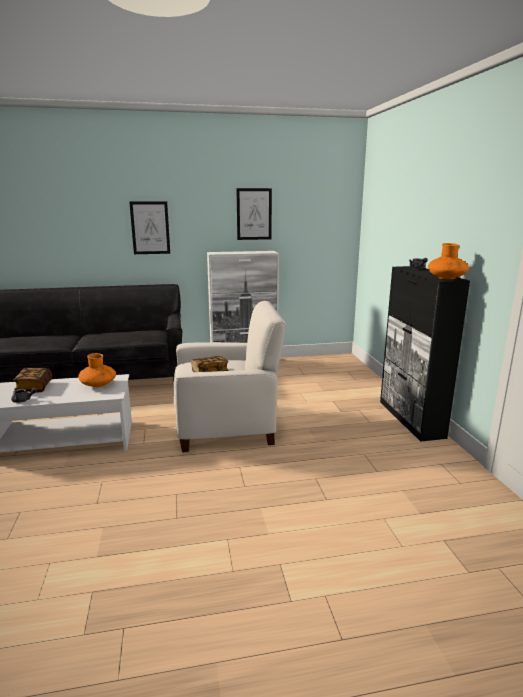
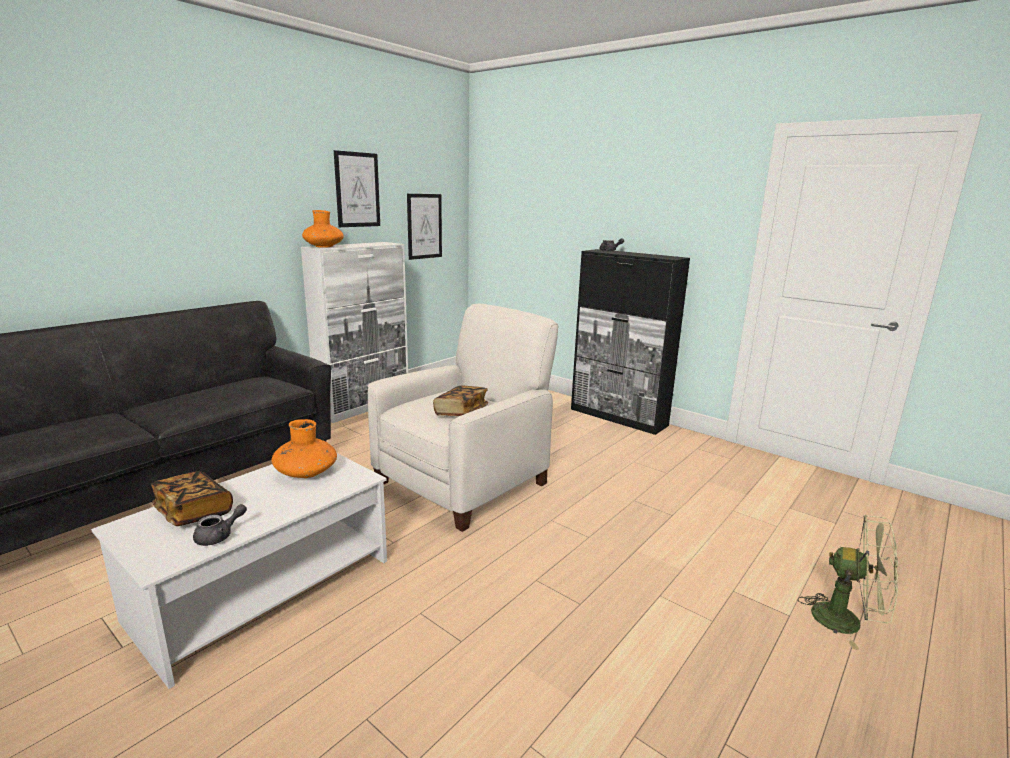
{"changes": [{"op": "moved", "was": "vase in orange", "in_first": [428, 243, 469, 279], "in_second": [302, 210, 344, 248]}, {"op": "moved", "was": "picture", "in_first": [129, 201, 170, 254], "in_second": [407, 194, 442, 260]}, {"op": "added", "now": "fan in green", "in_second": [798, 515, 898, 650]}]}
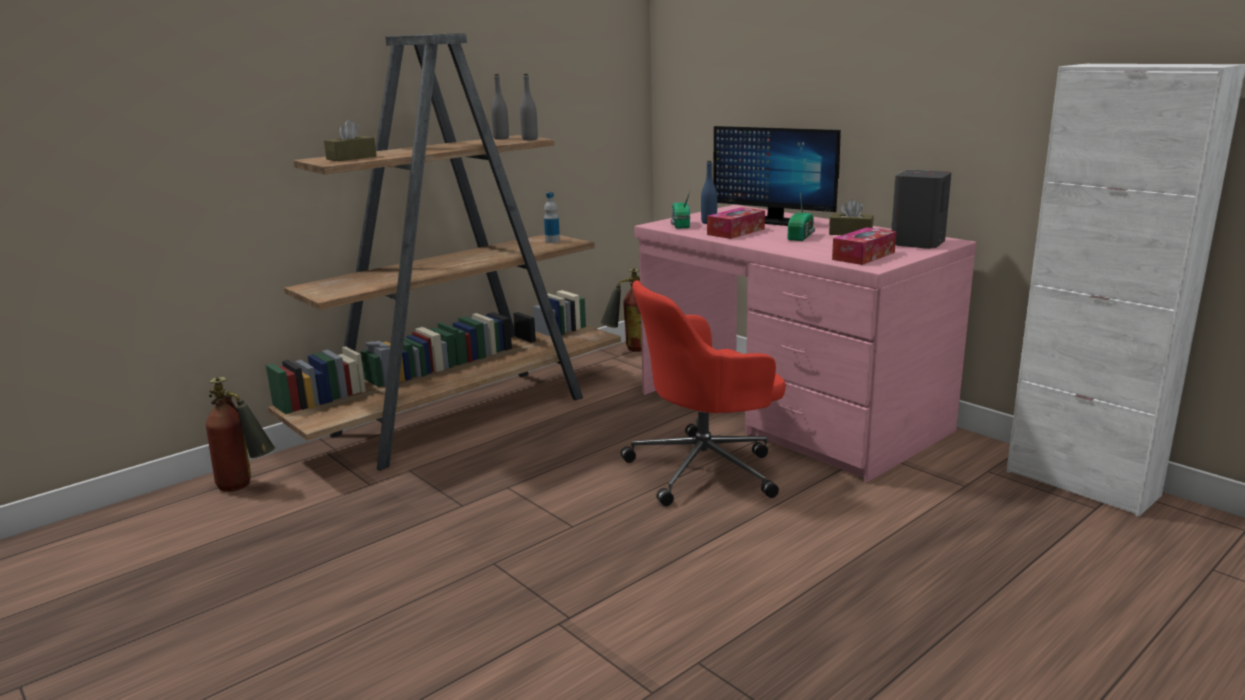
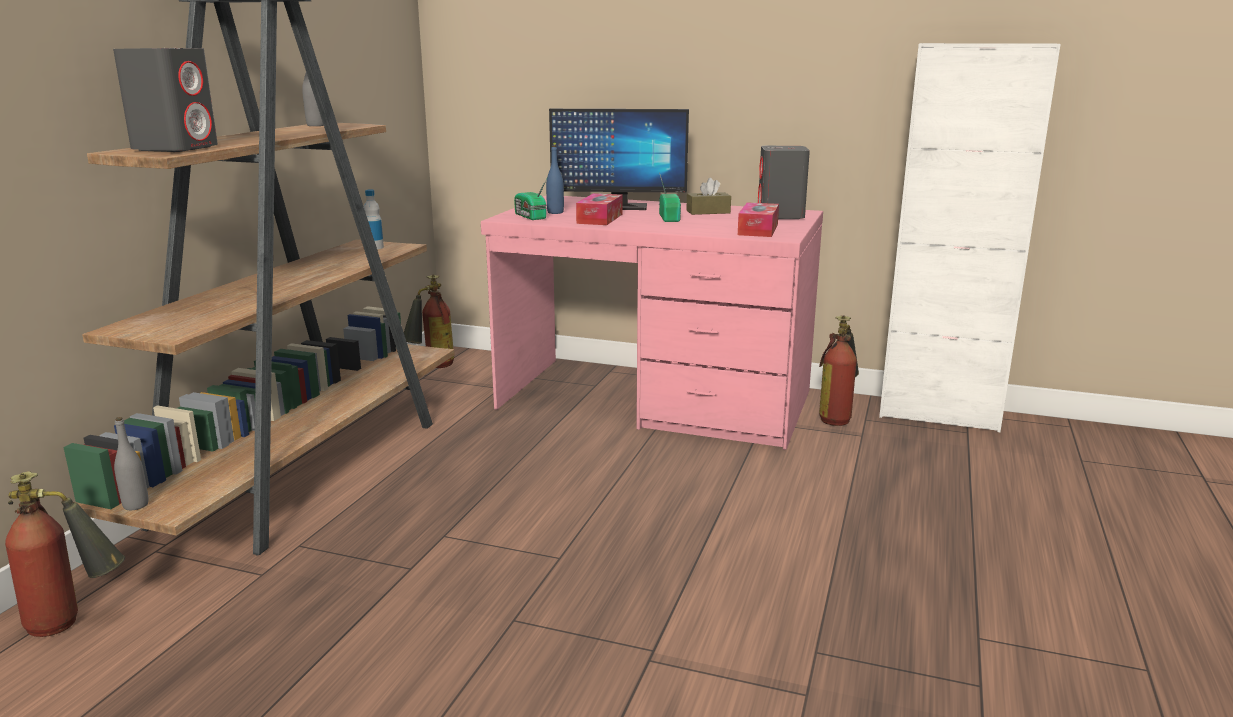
{"changes": [{"op": "replaced", "was": "tissue box in brown", "now": "speaker in grey", "in_first": [324, 120, 377, 161], "in_second": [113, 48, 218, 152]}, {"op": "moved", "was": "bottle in grey", "in_first": [520, 74, 538, 140], "in_second": [114, 417, 149, 510]}, {"op": "added", "now": "fire extinguisher", "in_second": [819, 316, 859, 426]}, {"op": "removed", "was": "office chair in red", "in_first": [620, 280, 786, 506]}]}
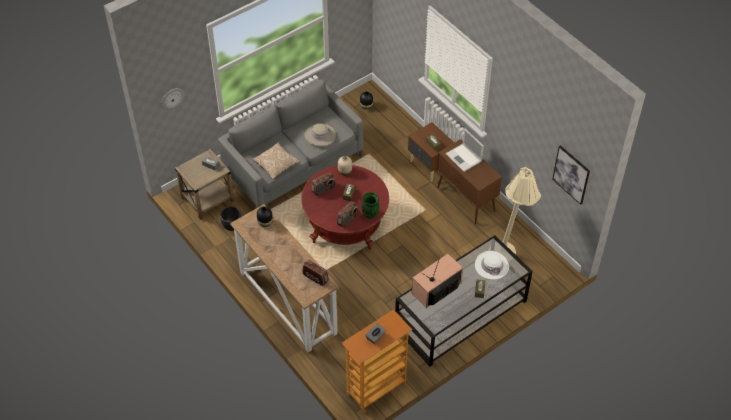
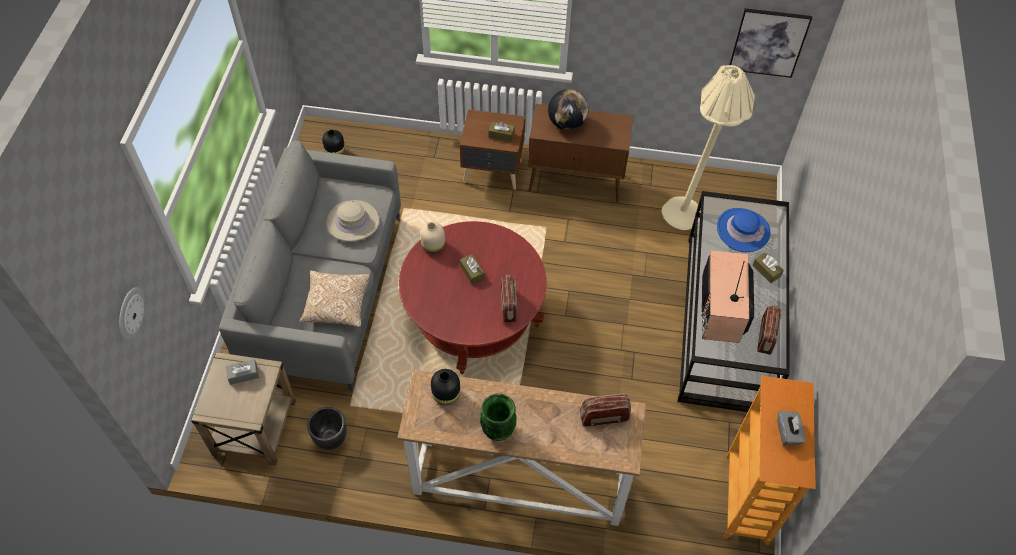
{"changes": [{"op": "moved", "was": "vase in green", "in_first": [362, 192, 380, 219], "in_second": [480, 394, 516, 441]}, {"op": "replaced", "was": "laptop", "now": "globe", "in_first": [445, 129, 484, 172], "in_second": [548, 89, 589, 130]}, {"op": "recoloured", "was": "hat in white", "now": "hat in blue", "in_first": [475, 251, 509, 280], "in_second": [717, 208, 770, 252]}, {"op": "moved", "was": "radio", "in_first": [311, 173, 336, 196], "in_second": [757, 305, 782, 355]}]}
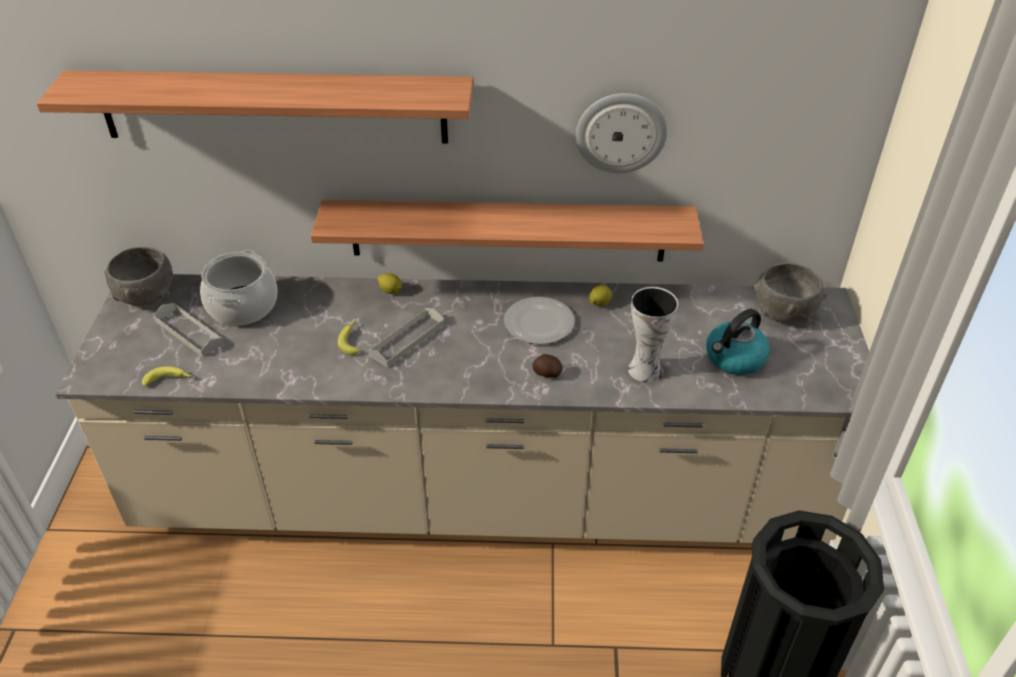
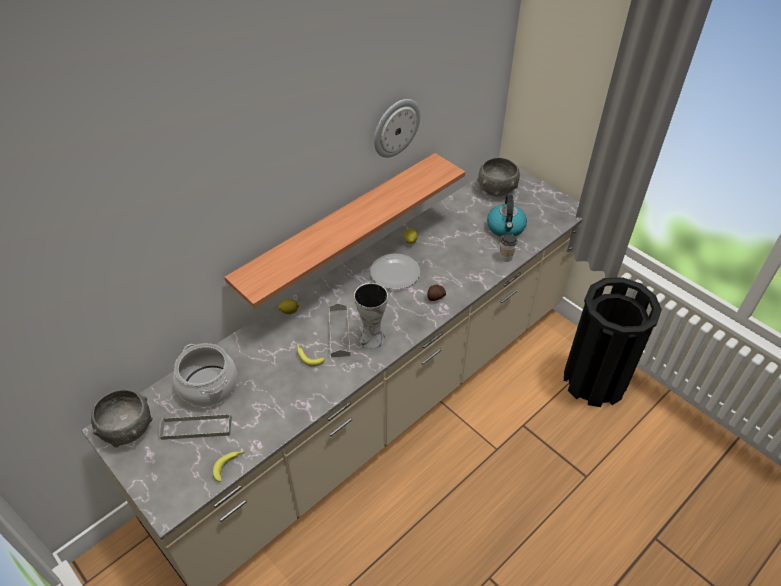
{"changes": [{"op": "moved", "was": "vase", "in_first": [628, 287, 678, 382], "in_second": [354, 283, 388, 349]}, {"op": "added", "now": "cup", "in_second": [500, 234, 517, 262]}, {"op": "removed", "was": "shelf", "in_first": [36, 70, 473, 143]}]}
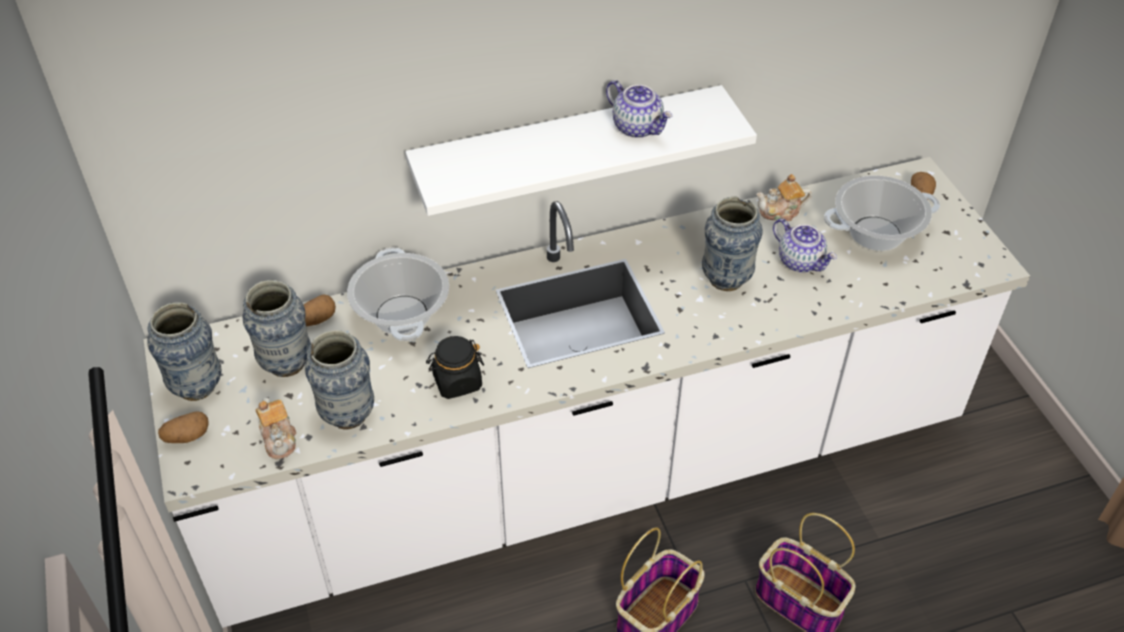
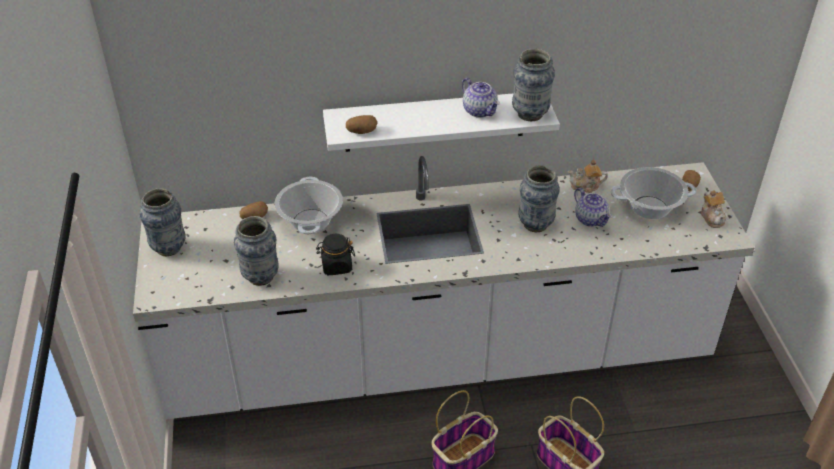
{"changes": [{"op": "moved", "was": "potato", "in_first": [158, 411, 209, 443], "in_second": [346, 115, 377, 134]}, {"op": "moved", "was": "vase", "in_first": [243, 280, 311, 377], "in_second": [512, 49, 555, 121]}, {"op": "moved", "was": "teapot", "in_first": [256, 397, 296, 459], "in_second": [701, 190, 726, 228]}]}
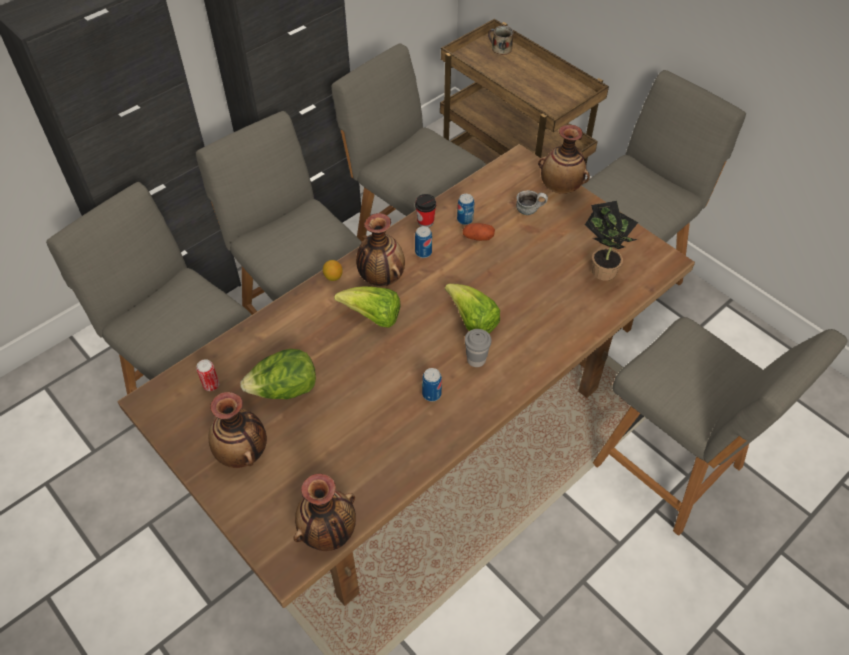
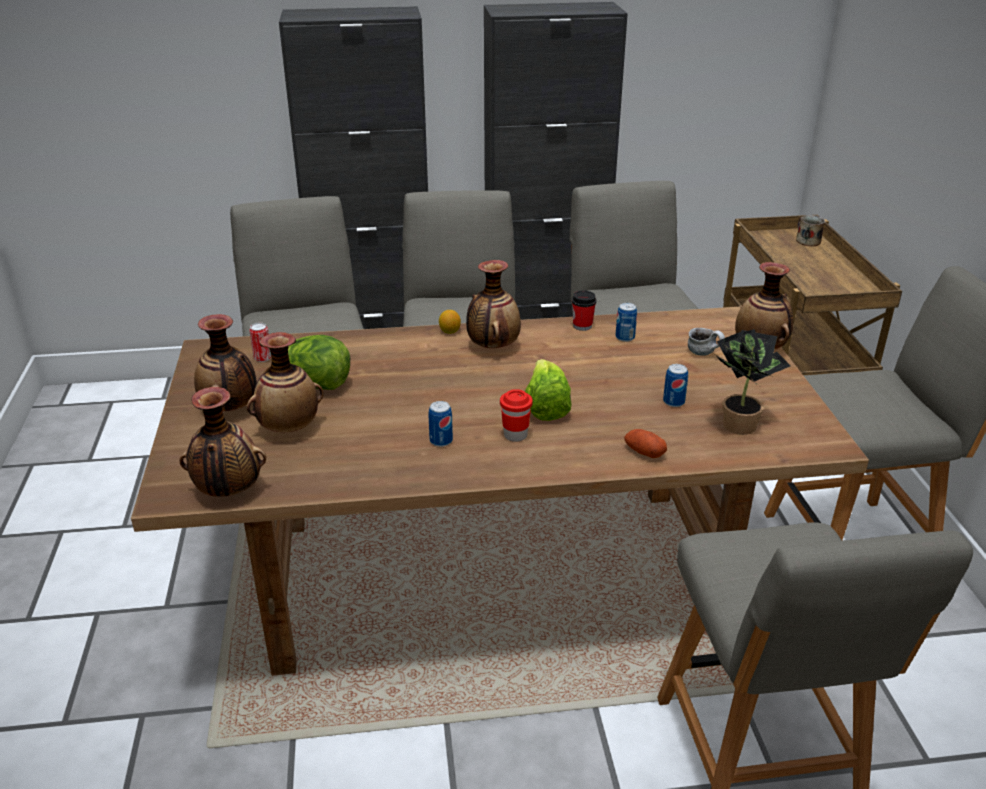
{"changes": [{"op": "added", "now": "vase", "in_second": [247, 332, 324, 432]}, {"op": "recoloured", "was": "cup in grey", "now": "cup in red", "in_first": [465, 329, 492, 367], "in_second": [500, 389, 533, 442]}, {"op": "moved", "was": "potato", "in_first": [463, 223, 495, 241], "in_second": [624, 429, 667, 458]}, {"op": "moved", "was": "can", "in_first": [415, 226, 432, 258], "in_second": [663, 364, 688, 407]}, {"op": "removed", "was": "lettuce", "in_first": [334, 286, 401, 328]}]}
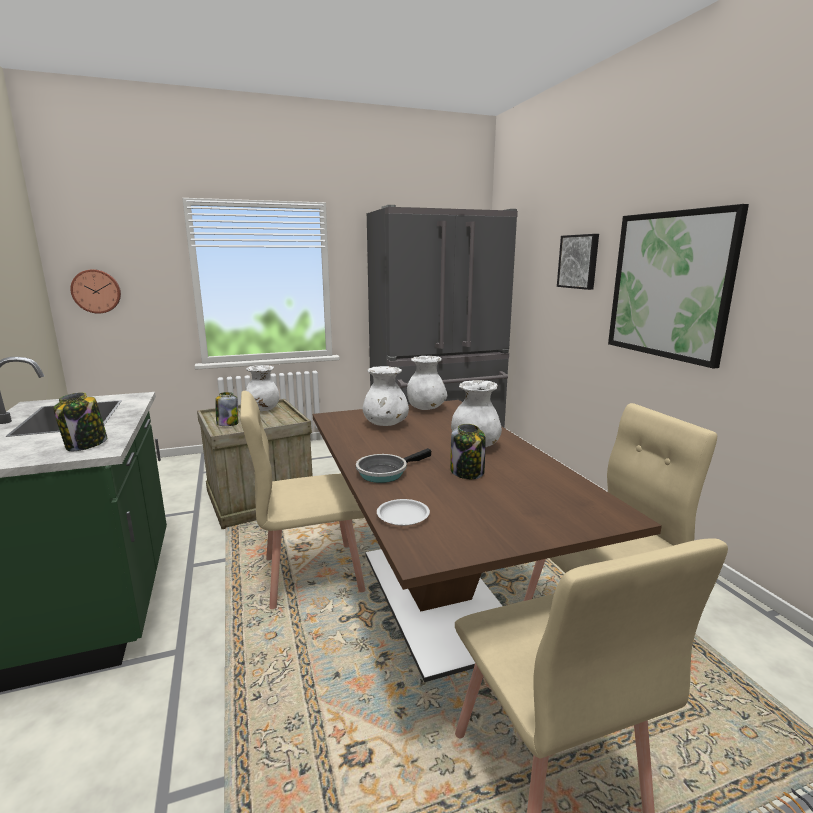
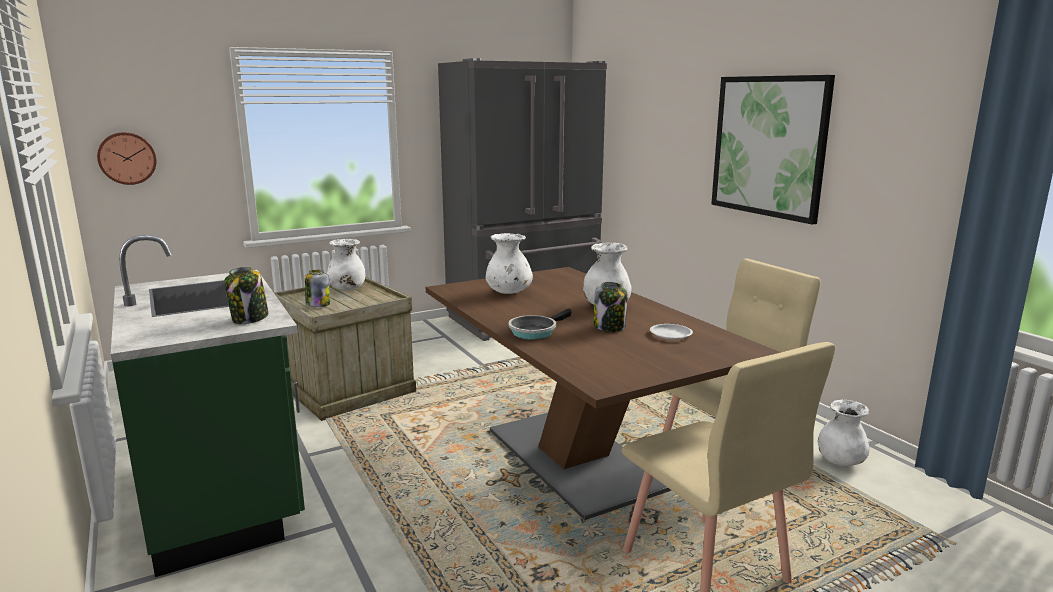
{"changes": [{"op": "moved", "was": "plate in white", "in_first": [377, 499, 430, 526], "in_second": [650, 324, 693, 340]}, {"op": "moved", "was": "vase in white", "in_first": [407, 356, 447, 410], "in_second": [818, 400, 870, 466]}, {"op": "removed", "was": "chair in beige", "in_first": [240, 391, 365, 609]}, {"op": "removed", "was": "picture", "in_first": [557, 234, 599, 290]}]}
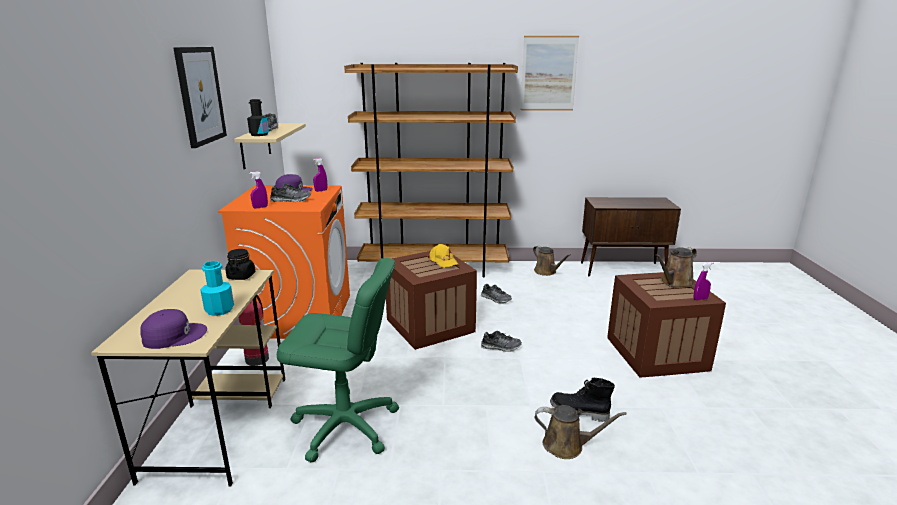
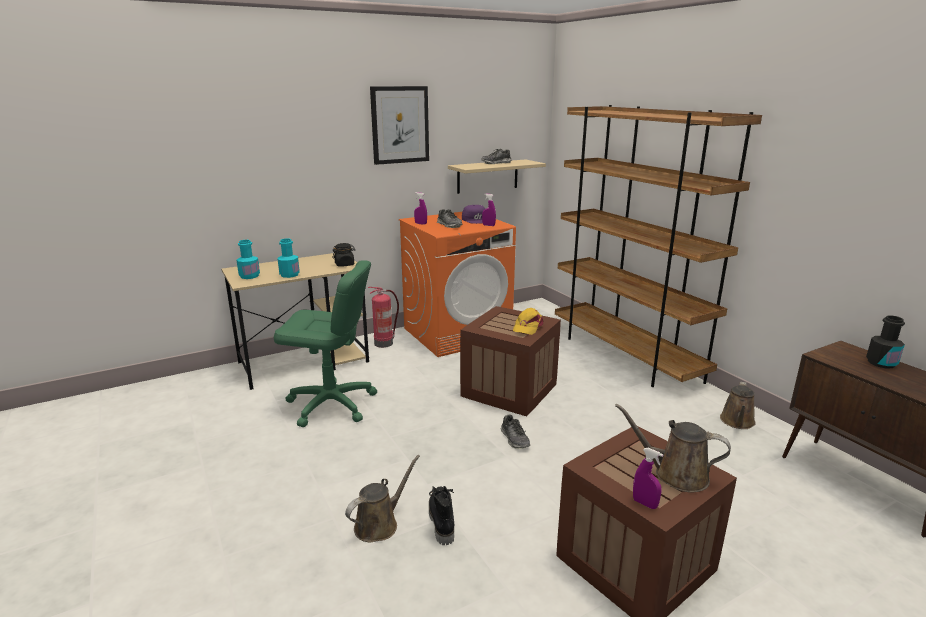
{"changes": [{"op": "replaced", "was": "cap in purple", "now": "bottle in turquoise", "in_first": [140, 309, 207, 349], "in_second": [236, 240, 260, 279]}, {"op": "turned", "was": "office chair in green", "in_first": [277, 258, 399, 463], "in_second": [274, 260, 377, 427], "clockwise": -60}, {"op": "turned", "was": "watering can in brown", "in_first": [535, 405, 626, 459], "in_second": [345, 455, 420, 542], "clockwise": -120}, {"op": "moved", "was": "bottle in black", "in_first": [247, 99, 269, 136], "in_second": [866, 316, 905, 368]}, {"op": "removed", "was": "shoe", "in_first": [481, 284, 512, 304]}, {"op": "removed", "was": "picture", "in_first": [520, 36, 579, 110]}]}
